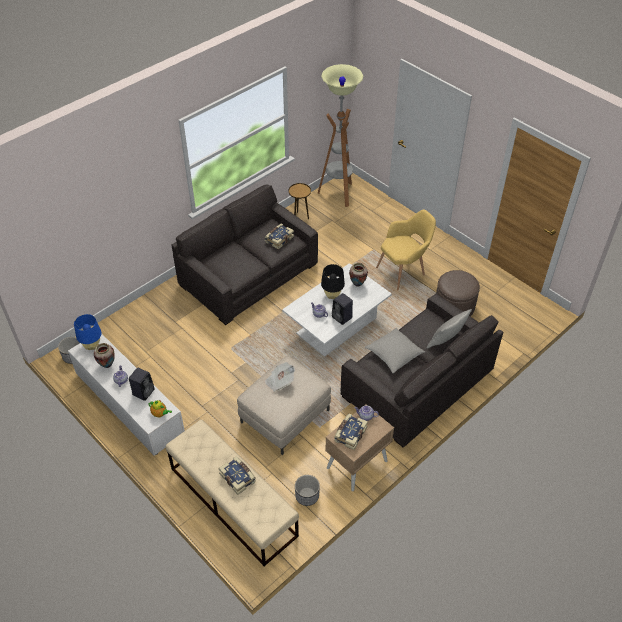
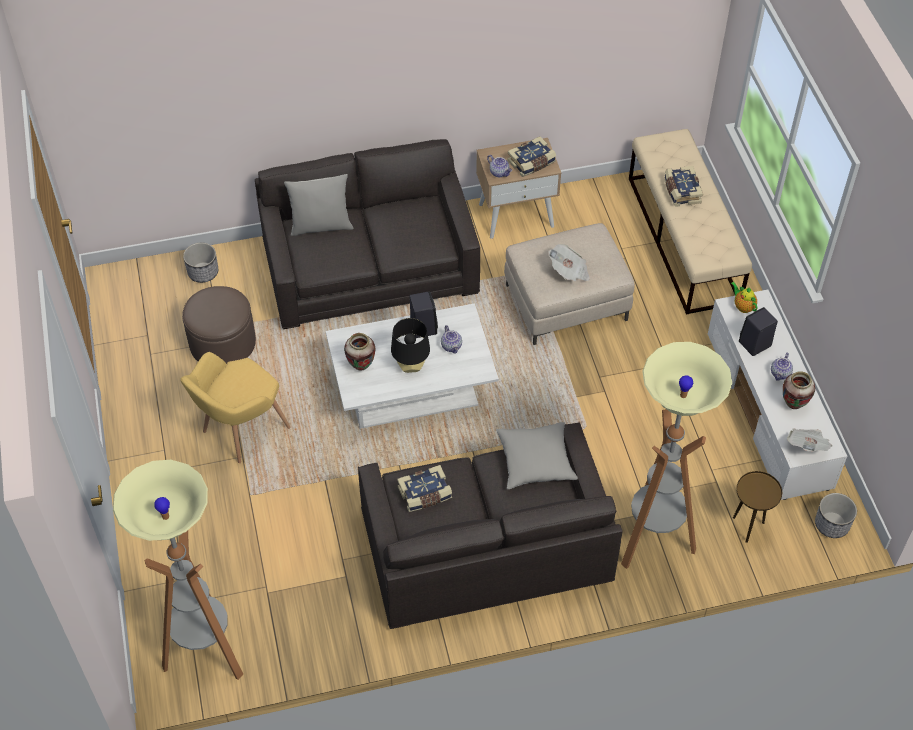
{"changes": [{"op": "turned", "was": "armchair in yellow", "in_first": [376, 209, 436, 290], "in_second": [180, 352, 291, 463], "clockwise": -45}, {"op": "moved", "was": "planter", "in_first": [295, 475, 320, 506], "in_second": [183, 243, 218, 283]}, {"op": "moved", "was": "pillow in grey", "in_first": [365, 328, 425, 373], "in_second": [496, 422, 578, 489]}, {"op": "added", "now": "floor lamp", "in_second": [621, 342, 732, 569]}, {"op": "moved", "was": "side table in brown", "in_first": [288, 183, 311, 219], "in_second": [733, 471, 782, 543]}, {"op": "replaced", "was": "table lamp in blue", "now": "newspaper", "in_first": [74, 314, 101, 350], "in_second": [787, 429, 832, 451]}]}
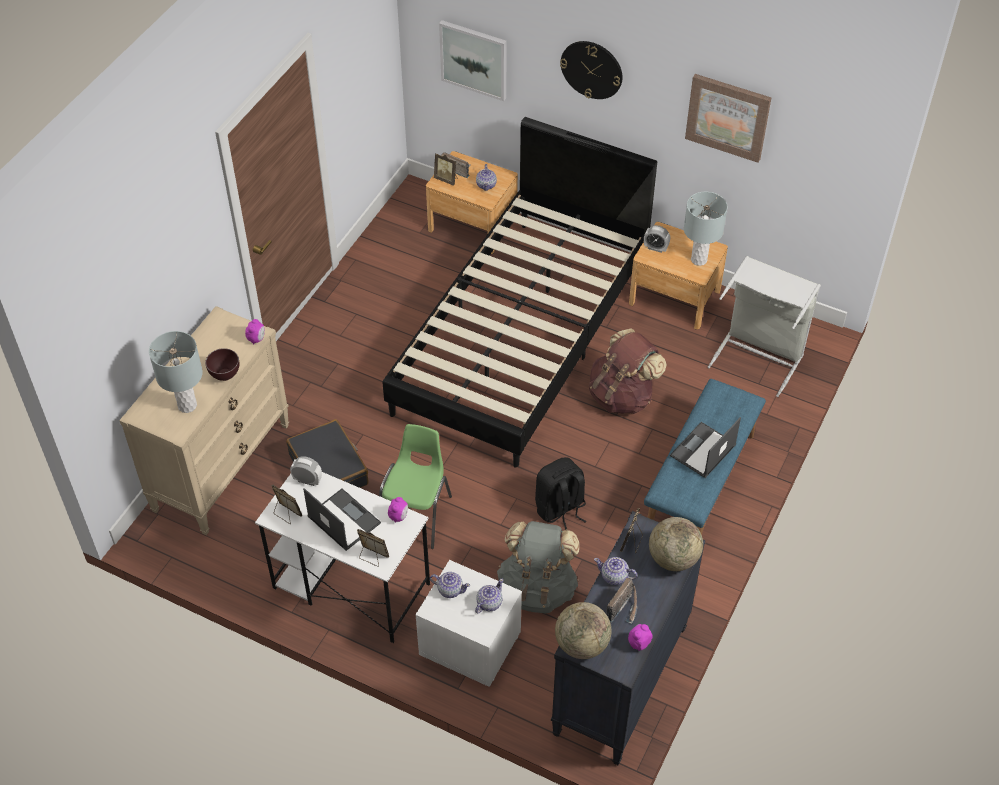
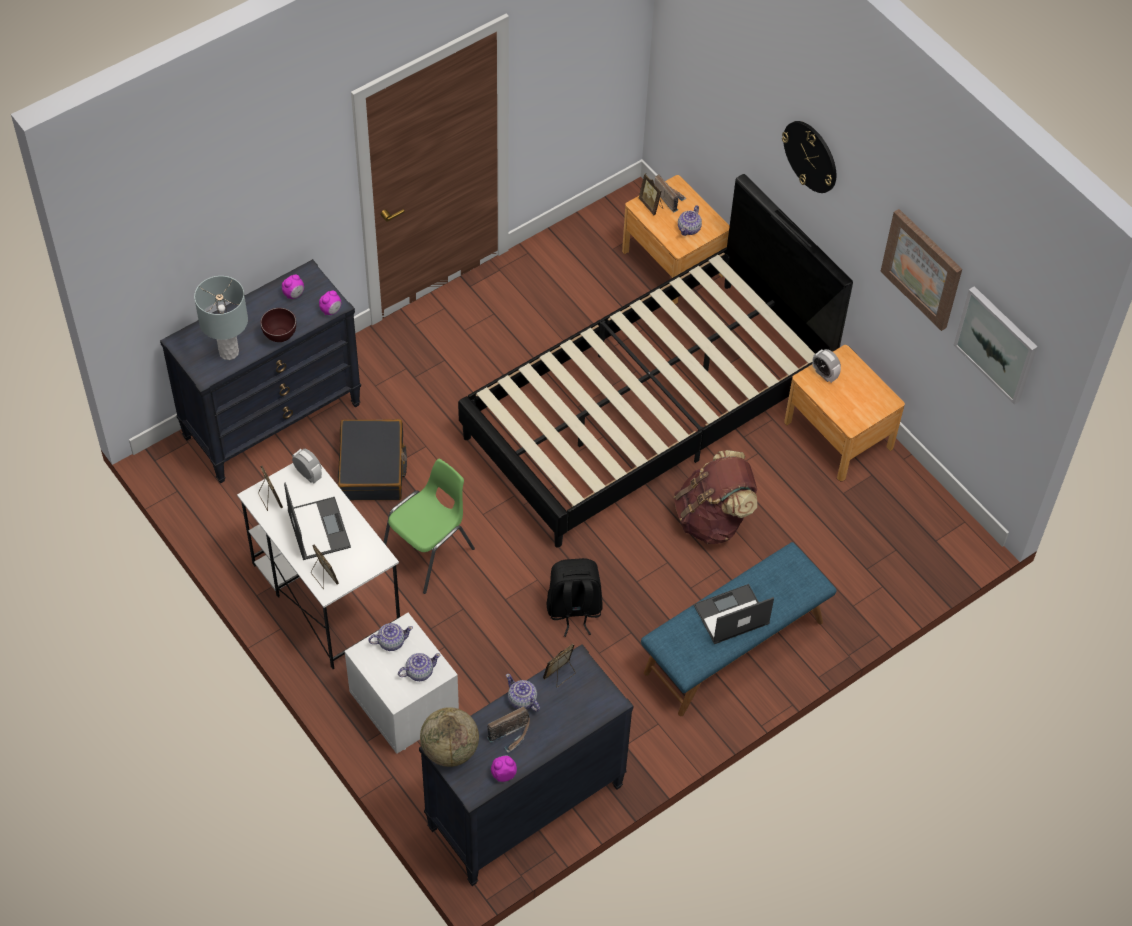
{"changes": [{"op": "recoloured", "was": "dresser in beige", "now": "dresser in black", "in_first": [119, 306, 289, 535], "in_second": [160, 259, 361, 484]}, {"op": "moved", "was": "alarm clock", "in_first": [388, 497, 408, 523], "in_second": [282, 274, 304, 299]}, {"op": "turned", "was": "teapot", "in_first": [430, 572, 470, 598], "in_second": [368, 623, 413, 651], "clockwise": -60}, {"op": "moved", "was": "picture", "in_first": [439, 20, 507, 101], "in_second": [954, 286, 1037, 405]}, {"op": "removed", "was": "backpack in grey", "in_first": [497, 521, 579, 613]}, {"op": "removed", "was": "globe", "in_first": [649, 517, 703, 571]}, {"op": "removed", "was": "table lamp in grey", "in_first": [684, 192, 728, 266]}, {"op": "removed", "was": "laundry basket in grey", "in_first": [708, 256, 821, 397]}]}
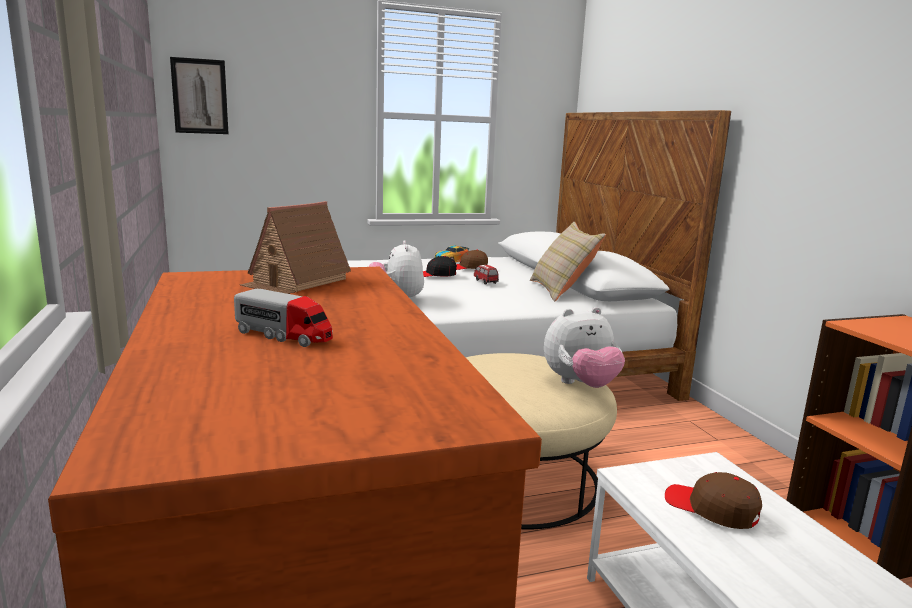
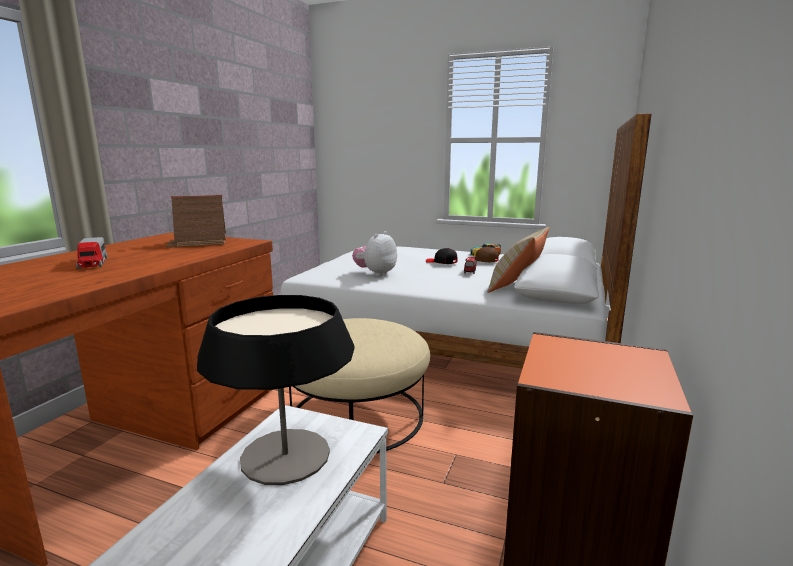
{"changes": [{"op": "replaced", "was": "cap in brown", "now": "table lamp", "in_first": [665, 472, 762, 529], "in_second": [197, 295, 354, 485]}, {"op": "removed", "was": "picture", "in_first": [170, 57, 229, 134]}, {"op": "removed", "was": "plush toy", "in_first": [544, 307, 625, 388]}]}
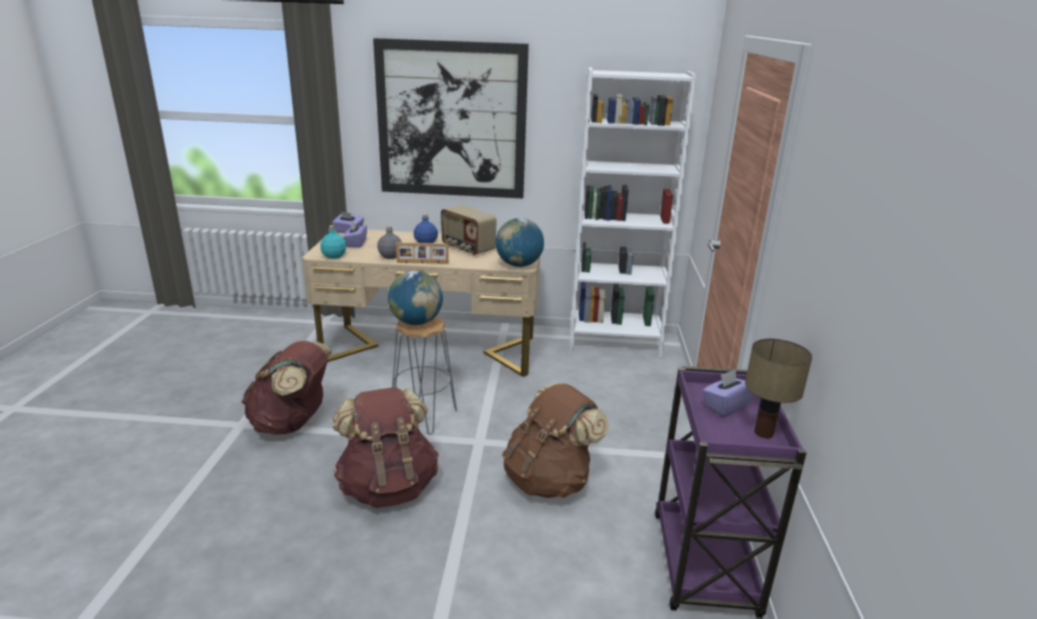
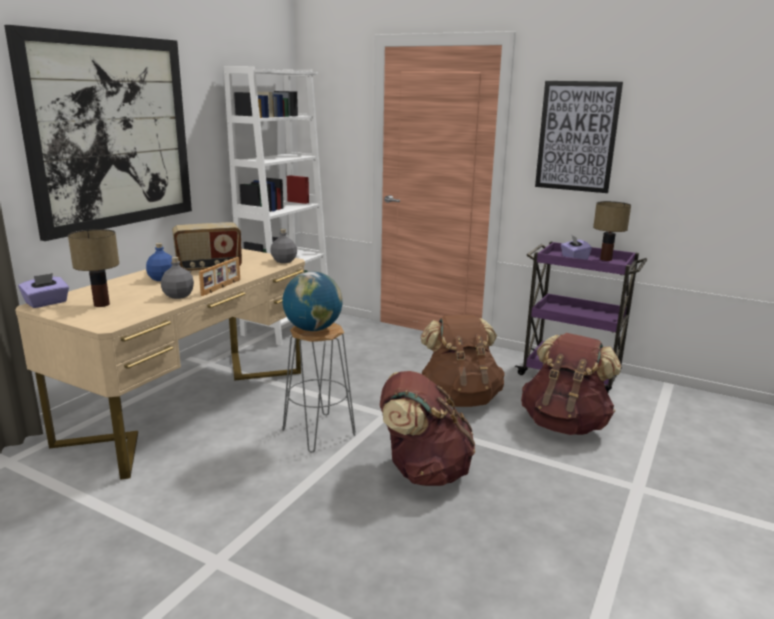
{"changes": [{"op": "replaced", "was": "tissue box in purple", "now": "table lamp", "in_first": [343, 220, 367, 247], "in_second": [68, 229, 119, 307]}, {"op": "replaced", "was": "globe", "now": "bottle in grey", "in_first": [496, 218, 544, 267], "in_second": [270, 229, 297, 263]}, {"op": "moved", "was": "backpack in brown", "in_first": [241, 341, 332, 435], "in_second": [521, 333, 621, 435]}, {"op": "added", "now": "picture", "in_second": [535, 81, 623, 193]}, {"op": "removed", "was": "bottle in turquoise", "in_first": [320, 225, 346, 259]}]}
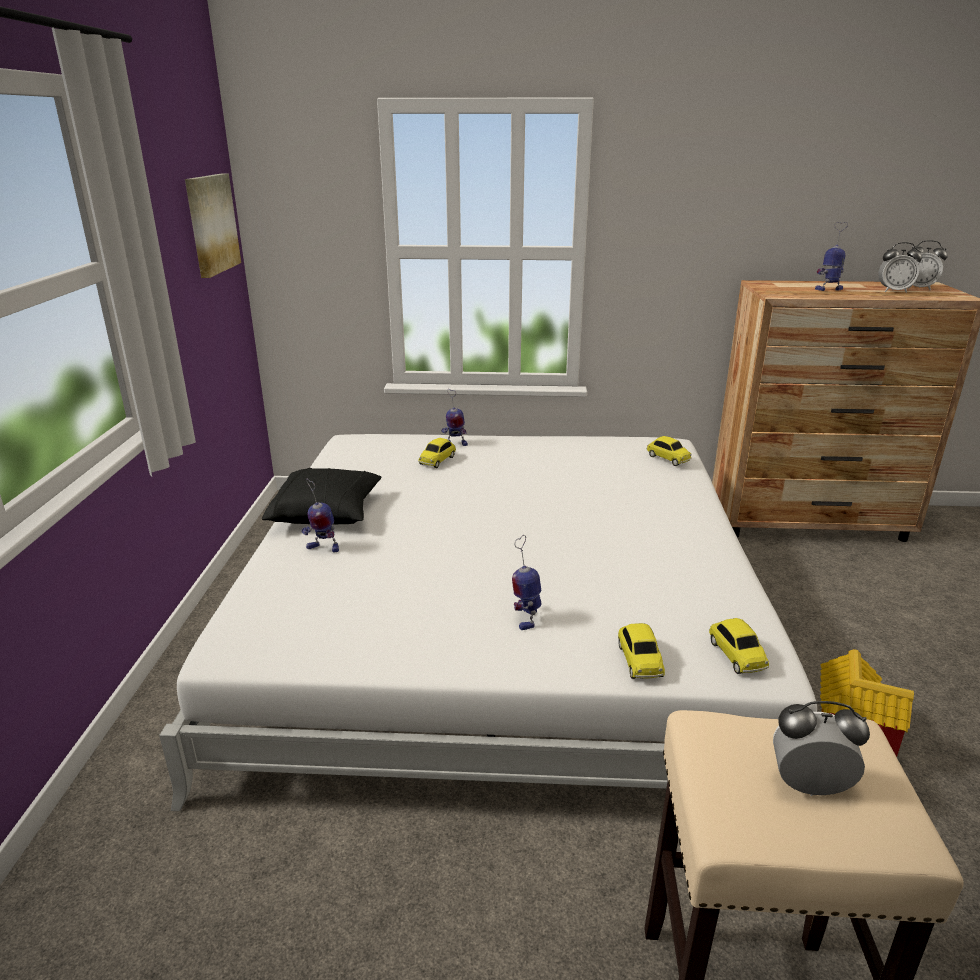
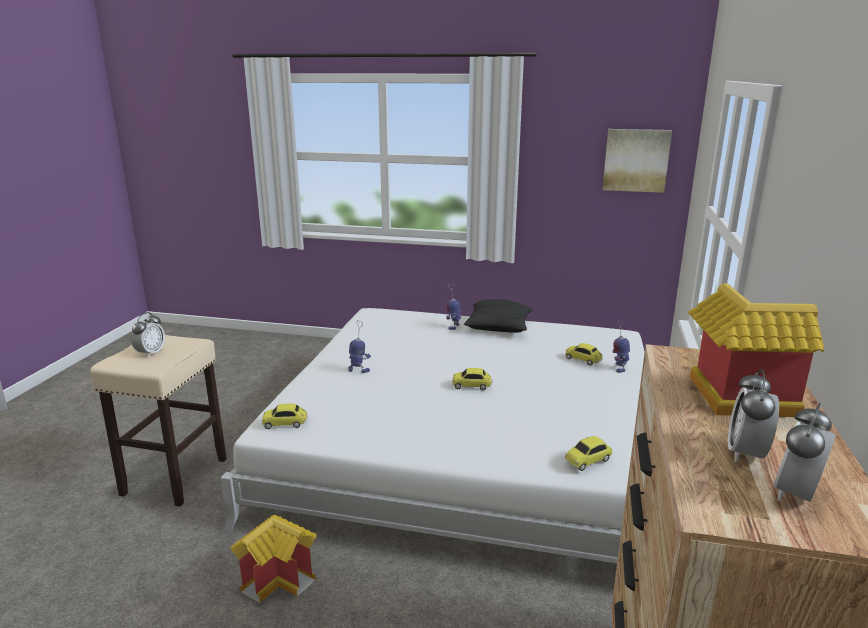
{"changes": [{"op": "moved", "was": "toy car", "in_first": [618, 623, 665, 679], "in_second": [452, 368, 492, 390]}, {"op": "replaced", "was": "toy robot", "now": "toy house", "in_first": [815, 222, 848, 291], "in_second": [688, 284, 824, 417]}]}
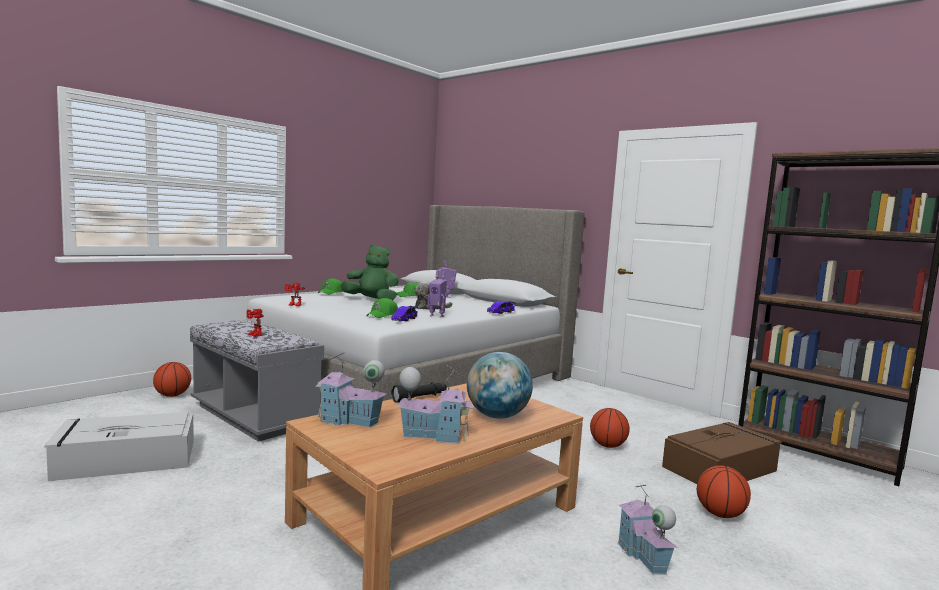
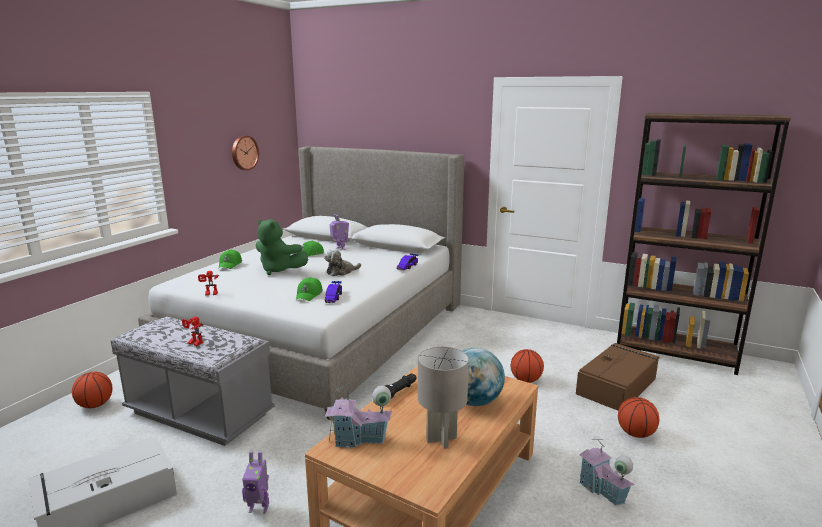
{"changes": [{"op": "added", "now": "wall clock", "in_second": [232, 136, 259, 170]}, {"op": "moved", "was": "toy robot", "in_first": [428, 270, 447, 318], "in_second": [242, 451, 269, 513]}, {"op": "turned", "was": "plush toy in green", "in_first": [341, 245, 399, 300], "in_second": [256, 219, 308, 275], "clockwise": -150}, {"op": "replaced", "was": "toy house", "now": "table lamp in grey", "in_first": [397, 365, 473, 443], "in_second": [418, 347, 469, 449]}]}
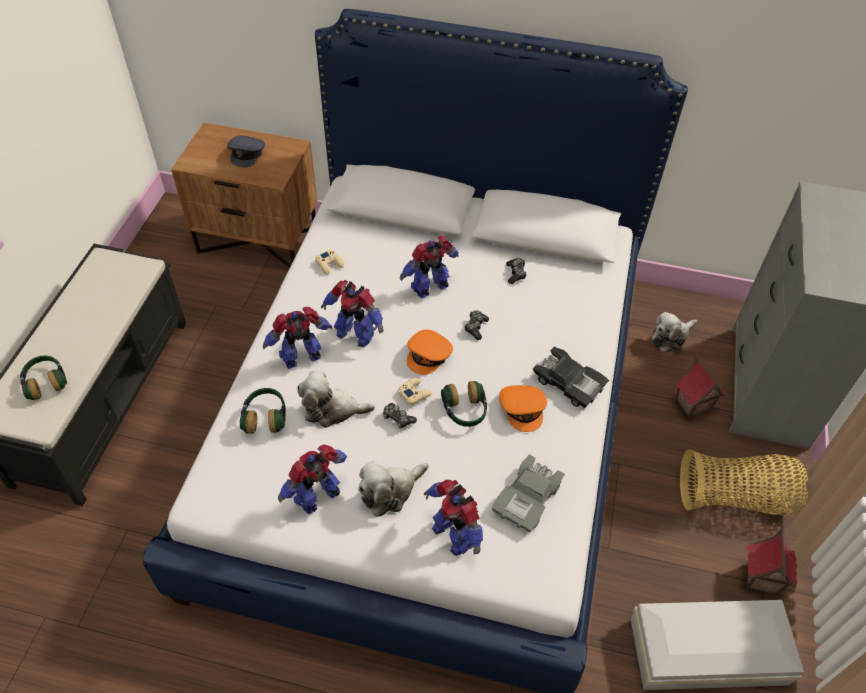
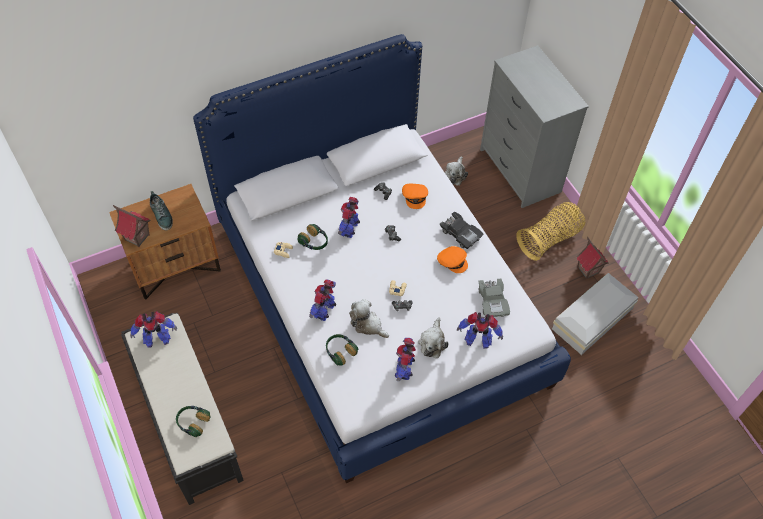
{"changes": [{"op": "moved", "was": "toy house", "in_first": [675, 351, 726, 418], "in_second": [113, 205, 150, 247]}, {"op": "moved", "was": "toy robot", "in_first": [321, 280, 384, 347], "in_second": [130, 311, 177, 348]}, {"op": "replaced", "was": "cap in grey", "now": "shoe", "in_first": [227, 135, 265, 167], "in_second": [150, 191, 173, 231]}, {"op": "moved", "was": "headphones", "in_first": [441, 381, 487, 427], "in_second": [297, 224, 328, 250]}, {"op": "turned", "was": "plush toy", "in_first": [297, 371, 375, 428], "in_second": [349, 299, 389, 338], "clockwise": 75}, {"op": "moved", "was": "cap in orange", "in_first": [407, 329, 453, 375], "in_second": [402, 184, 428, 209]}, {"op": "turned", "was": "toy car in black", "in_first": [533, 347, 609, 408], "in_second": [440, 211, 484, 249], "clockwise": 45}]}
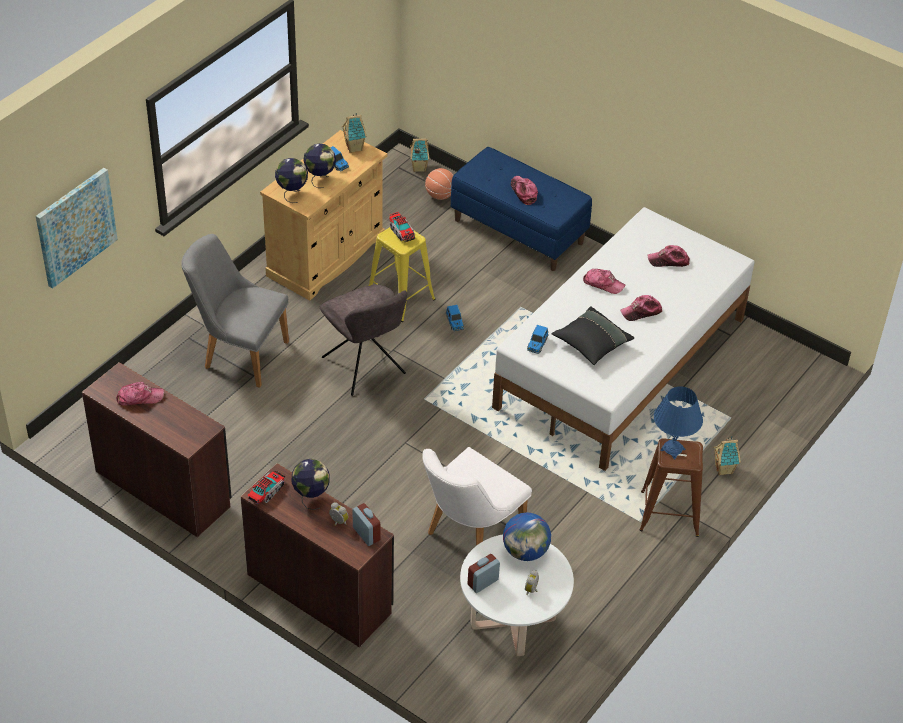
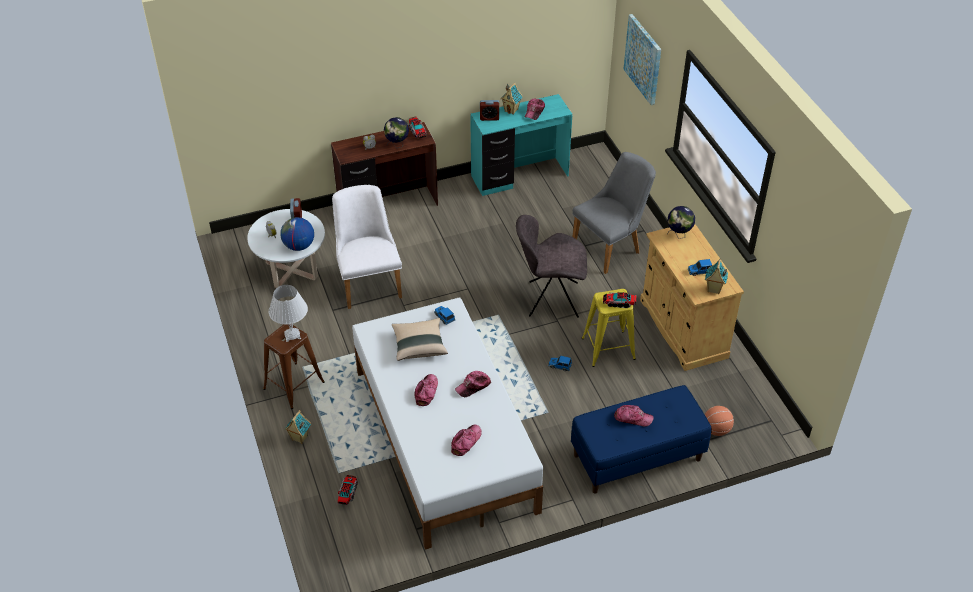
{"changes": [{"op": "recoloured", "was": "table lamp in blue", "now": "table lamp in white", "in_first": [654, 386, 703, 459], "in_second": [268, 285, 308, 342]}, {"op": "added", "now": "toy truck", "in_second": [338, 475, 358, 505]}, {"op": "recoloured", "was": "pillow in black", "now": "pillow in beige", "in_first": [552, 306, 634, 365], "in_second": [392, 318, 448, 361]}, {"op": "recoloured", "was": "desk in brown", "now": "desk in turquoise", "in_first": [82, 362, 232, 537], "in_second": [470, 94, 572, 196]}, {"op": "moved", "was": "alarm clock", "in_first": [353, 503, 380, 546], "in_second": [480, 100, 499, 121]}, {"op": "moved", "was": "toy house", "in_first": [410, 139, 429, 172], "in_second": [501, 82, 523, 115]}, {"op": "removed", "was": "globe", "in_first": [303, 144, 336, 188]}]}
